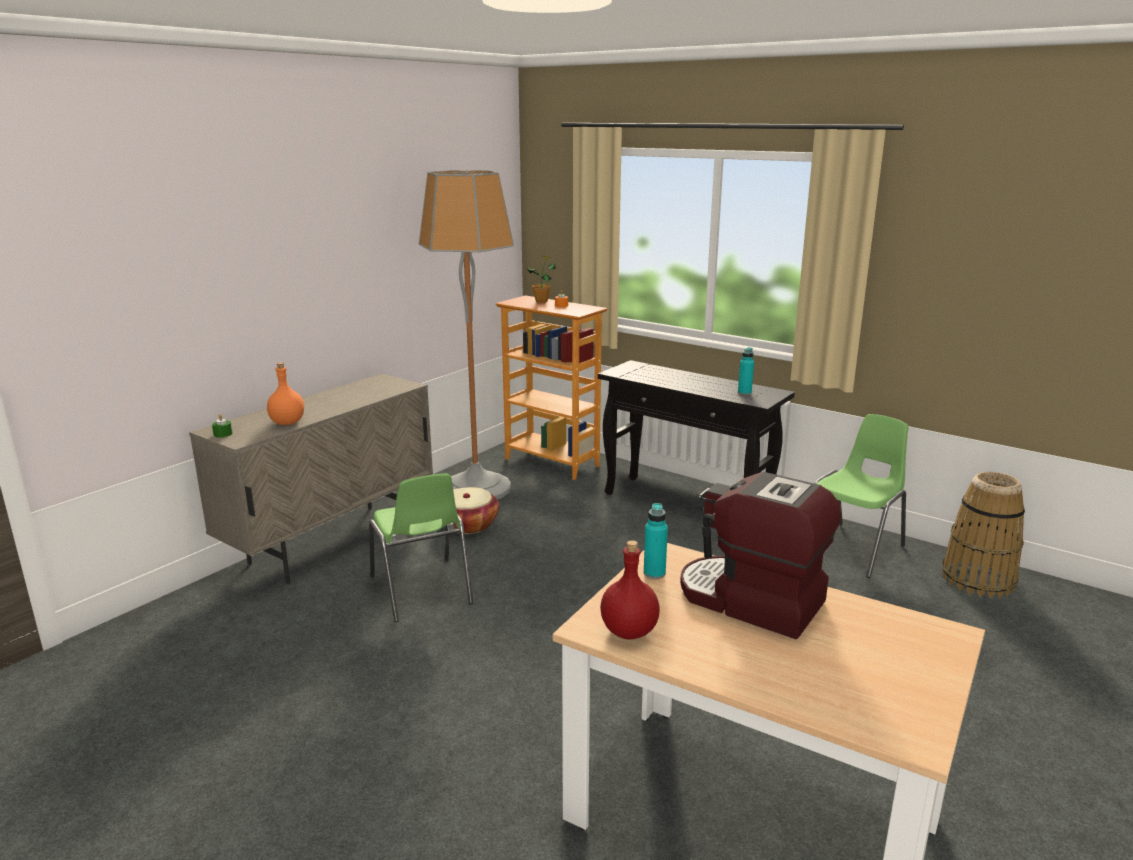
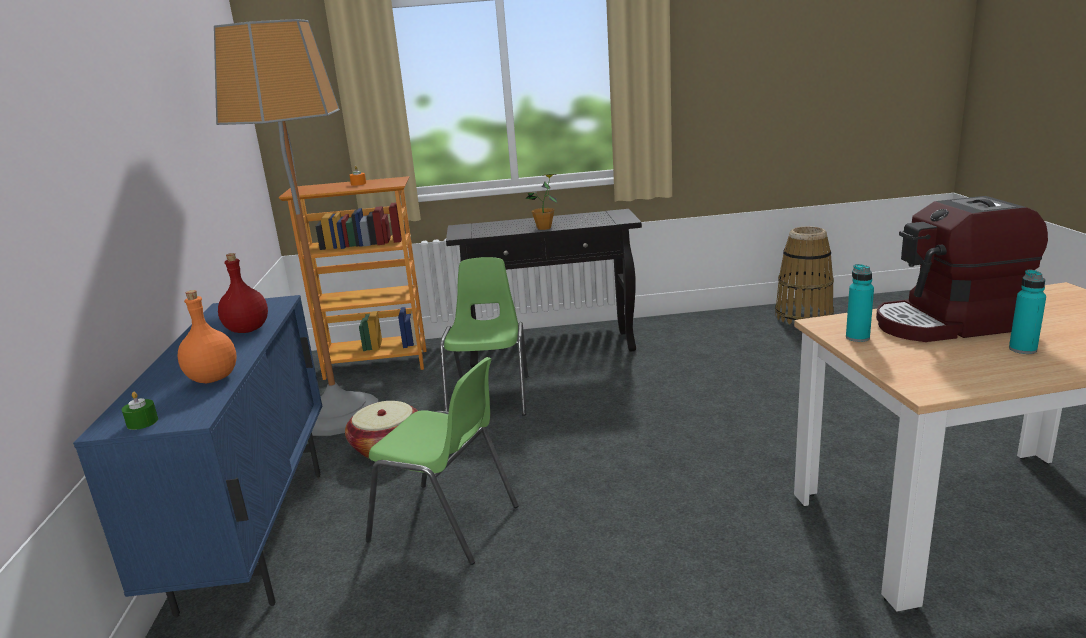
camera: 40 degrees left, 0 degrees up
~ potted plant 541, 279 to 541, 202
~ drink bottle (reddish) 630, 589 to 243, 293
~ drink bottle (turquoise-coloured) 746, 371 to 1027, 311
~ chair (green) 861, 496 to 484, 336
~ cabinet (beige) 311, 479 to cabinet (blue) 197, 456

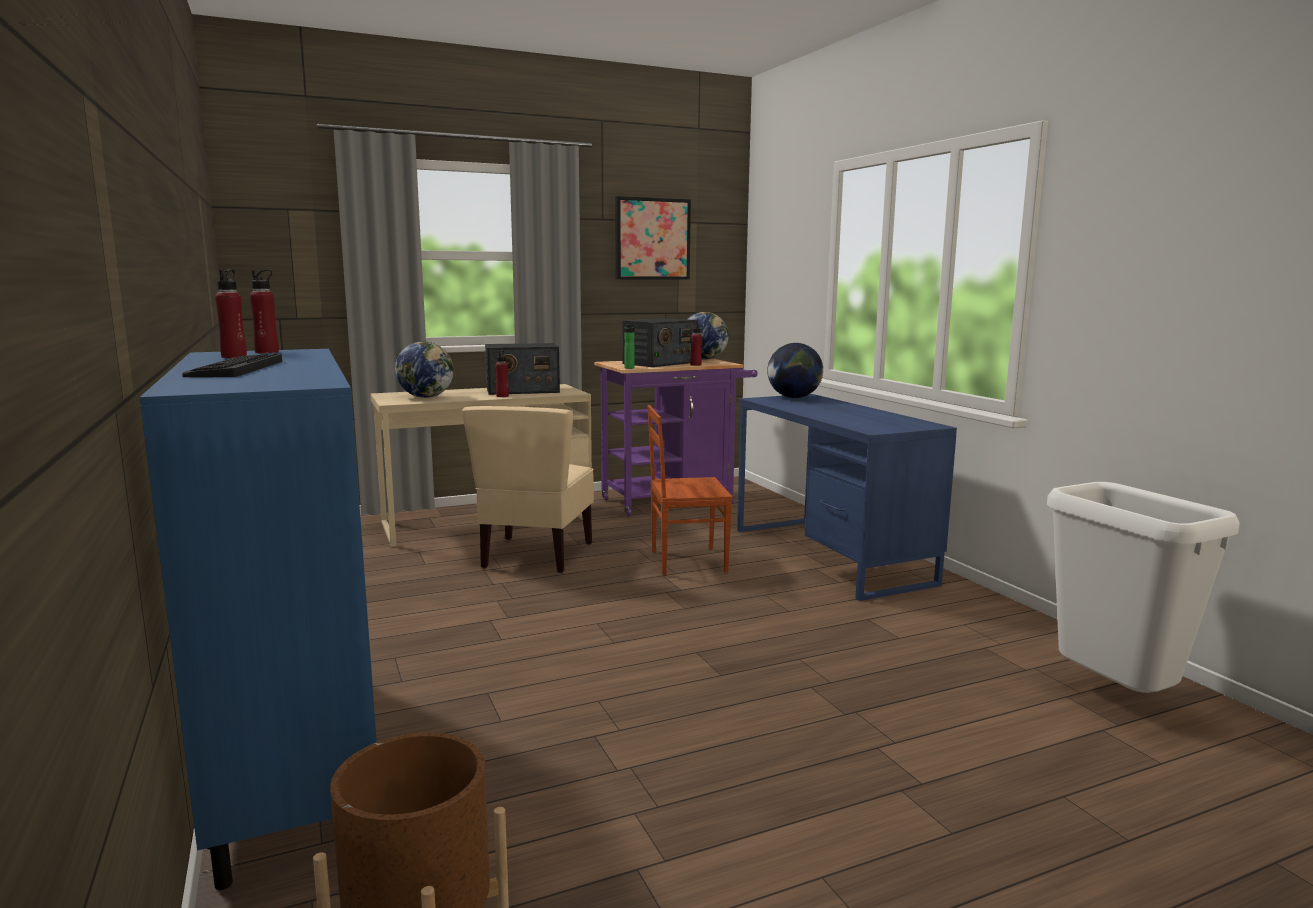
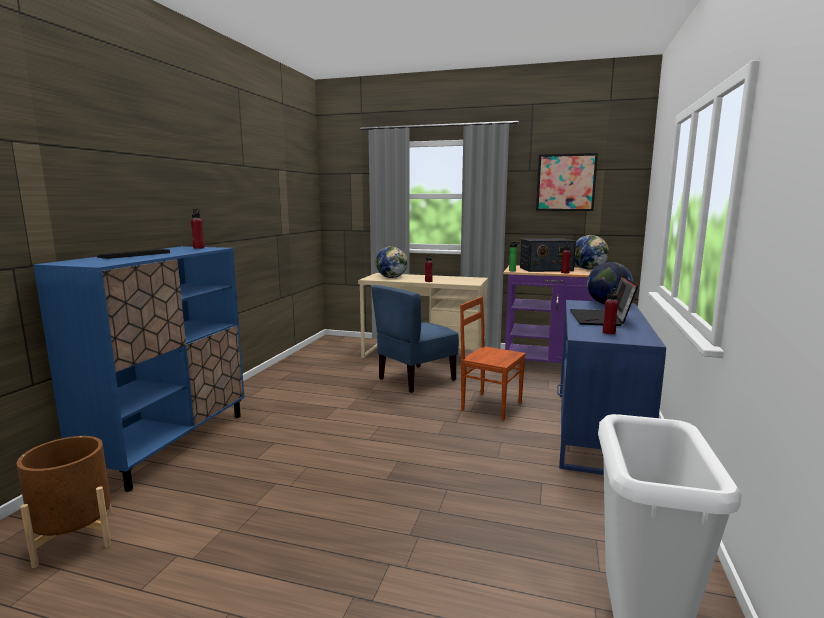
camera: 40 degrees right, 0 degrees up
- radio receiver 522, 369
+ portable computer 604, 300
~ drink bottle (reddish) 231, 313 to 610, 311
~ chair (beige) 528, 489 to chair (blue) 415, 339

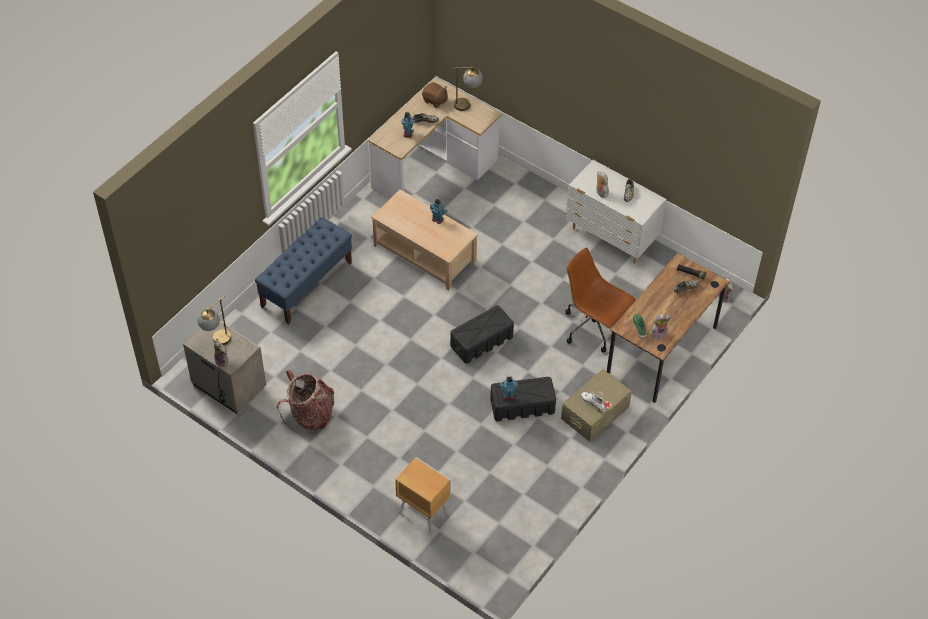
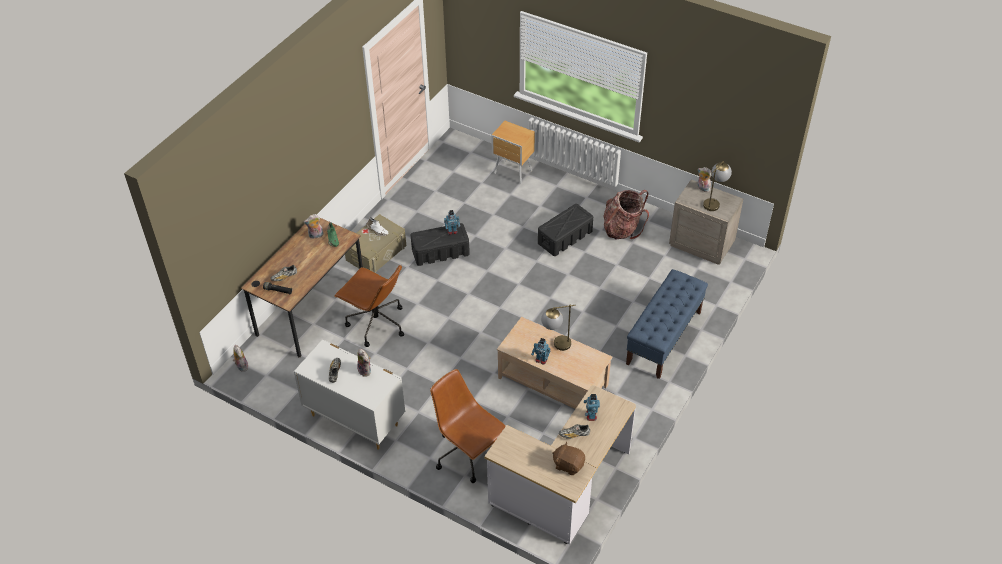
camera: 175 degrees right, 5 degrees down
+ computer chair (brown-coloured) 468, 426
~ storage box (black-coloured) 482, 334 to 565, 230
~ tabletop lamp 467, 89 to 558, 328

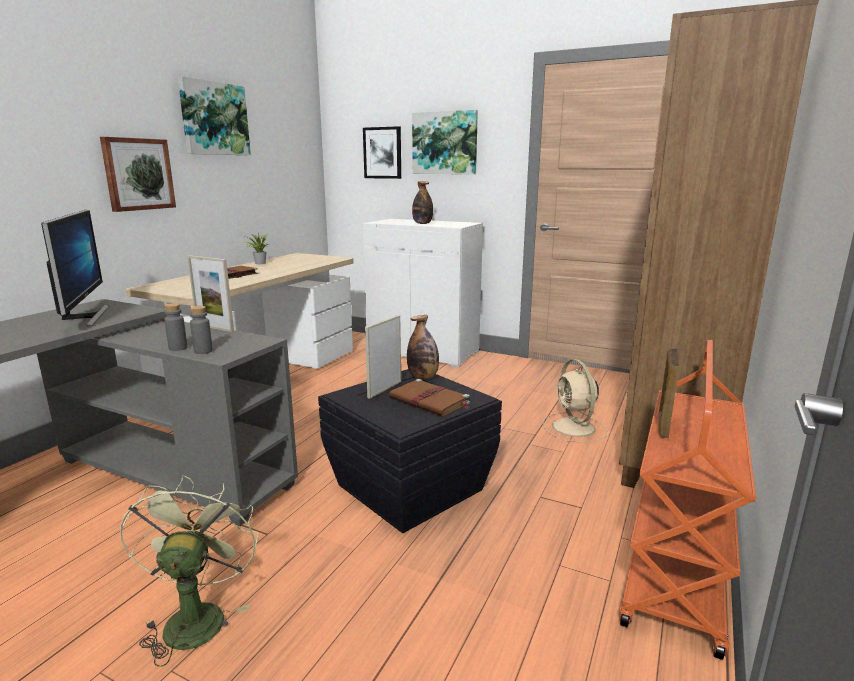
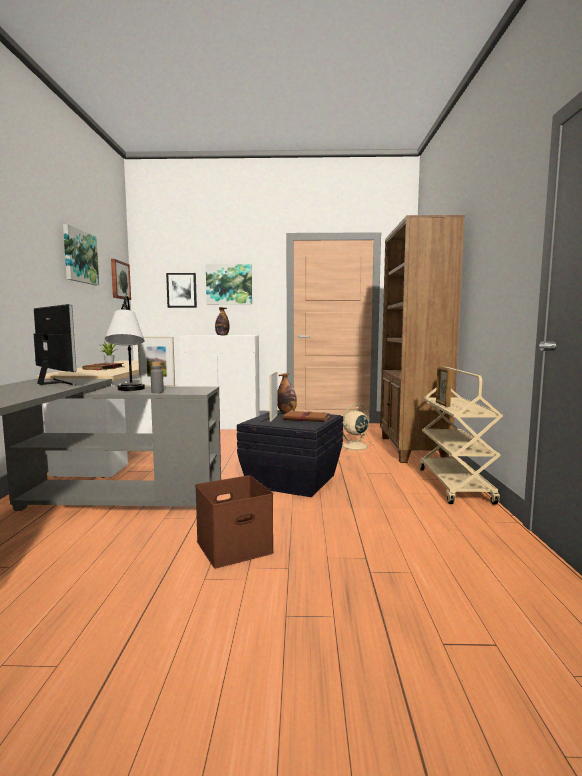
camera: 25 degrees left, 10 degrees down
- drink bottle (gray) 201, 330
+ tabletop lamp 125, 343
~ picture 138, 174 to 121, 279
~ cooling fan (green) 189, 571 to storage box (brown-coloured) 234, 521
~ cart (orangey) 687, 500 to cart (beige) 461, 436
~ cooling fan (beige) 575, 401 = 357, 428 90 degrees clockwise

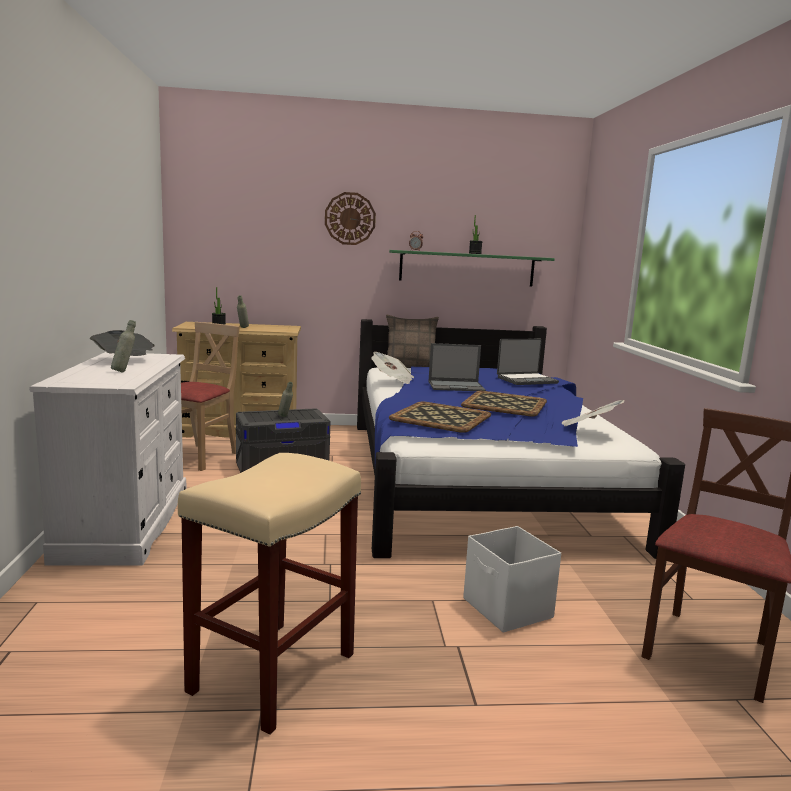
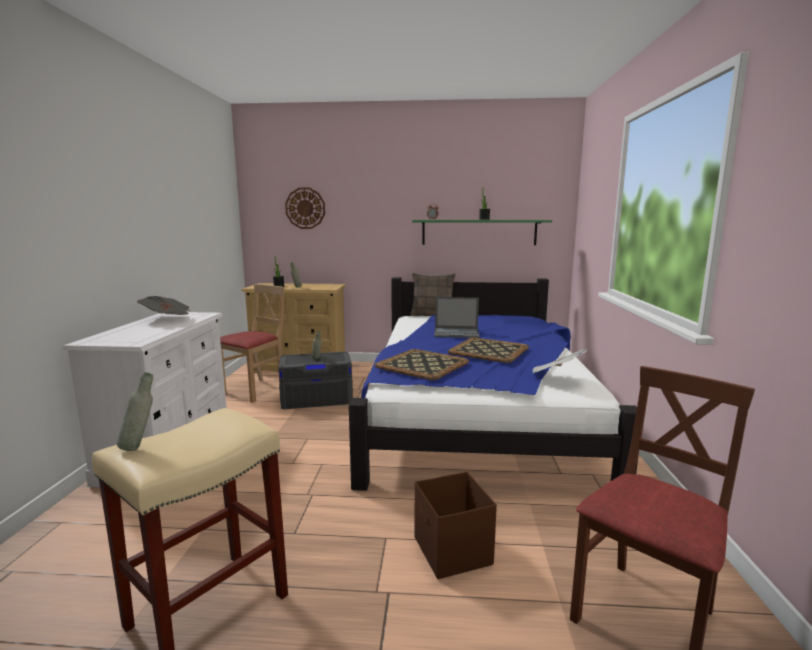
camera: 10 degrees right, 0 degrees up
- newspaper 392, 368
- portable computer 528, 362
~ drink bottle (gray) 123, 346 to 135, 411
~ wall clock 350, 218 to 305, 208
~ storage box (whitish) 512, 579 to storage box (brown-coloured) 455, 525

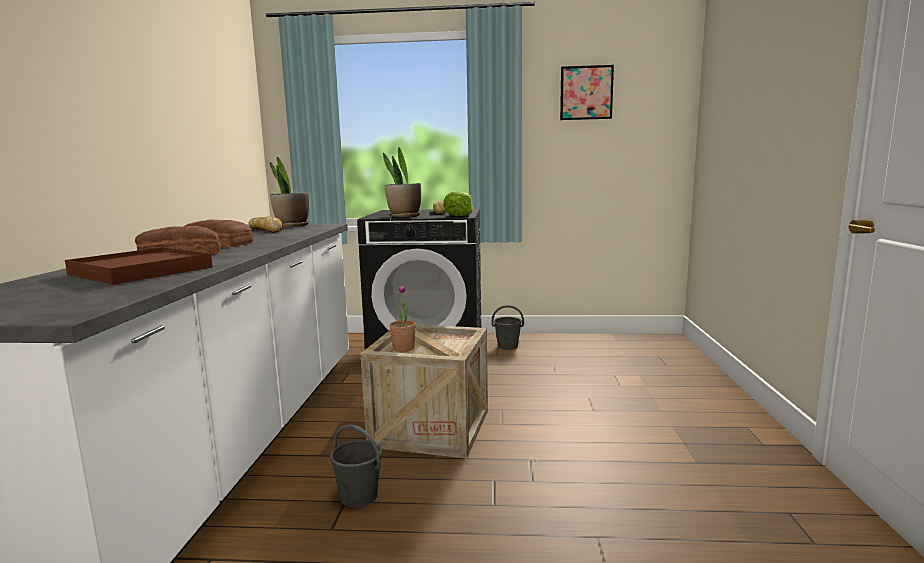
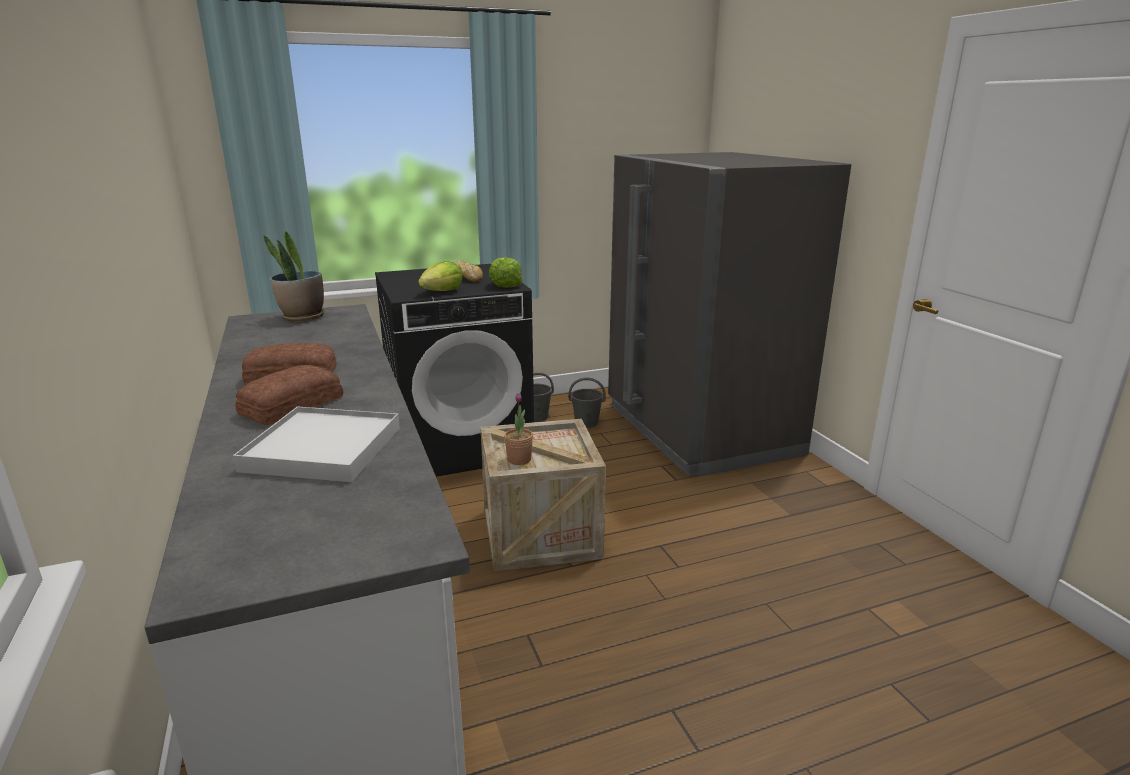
camera: 25 degrees left, 10 degrees up
- baked bread 265, 224
- picture 587, 92
+ kitchen fridge (gray) 729, 314
~ pail (gray) 356, 466 to 587, 403
~ potted plant 402, 182 to lettuce 440, 276
~ carrying tray (brown-coloured) 139, 266 to carrying tray (whitish) 316, 444

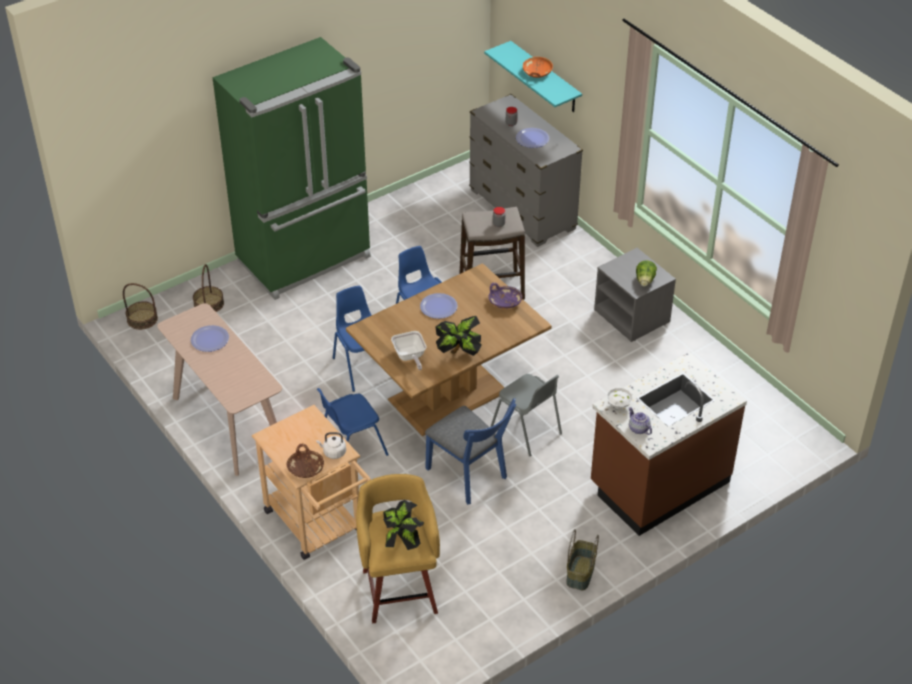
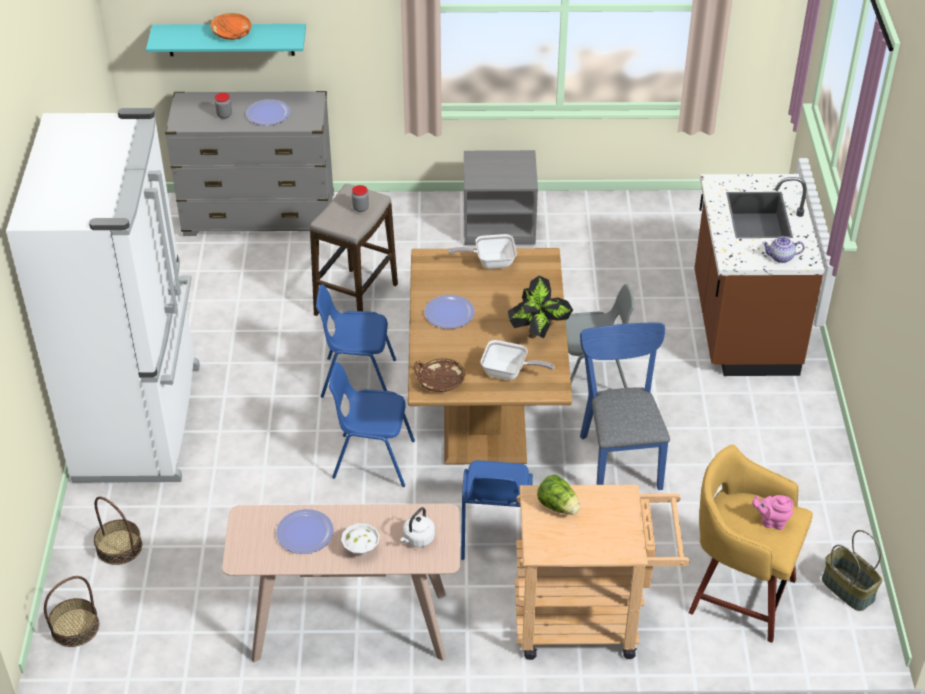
camera: 55 degrees left, 0 degrees up
~ deep dish (brown-coloured) 305, 461 to 440, 375
~ kettle (whitish) 331, 445 to 417, 527
~ household basket 582, 559 to 852, 570
~ deep dish (whitish) 619, 398 to 360, 539
~ lettuce 646, 273 to 558, 495
~ potted plant 403, 525 to teapot (pink-coloured) 773, 512
~ deep dish (purple-coloured) 505, 295 to skillet 482, 251
~ kitchen fridge (green) 291, 168 to kitchen fridge (whitish) 103, 295
~ chair (blue) 470, 451 = 625, 406 90 degrees counterclockwise

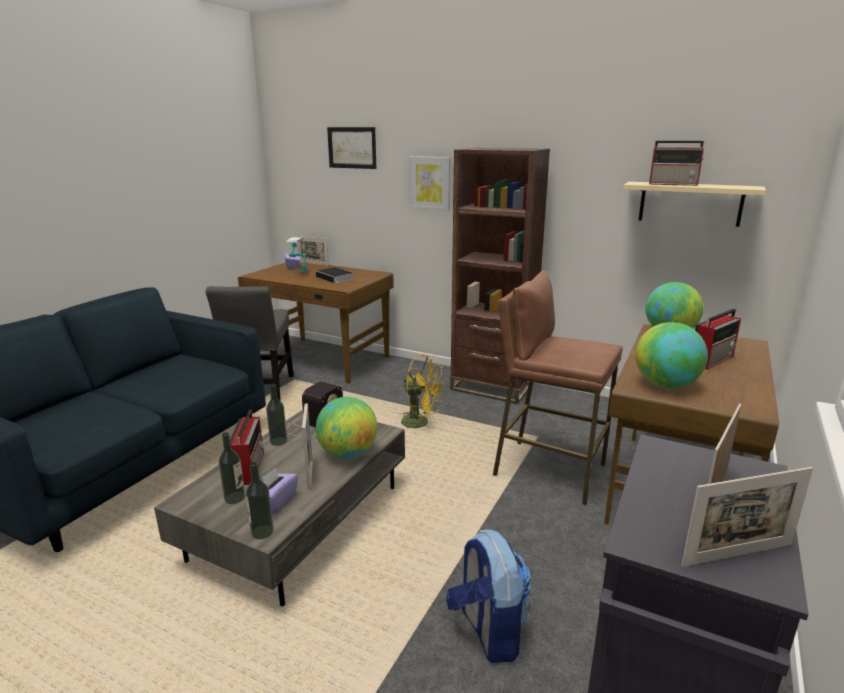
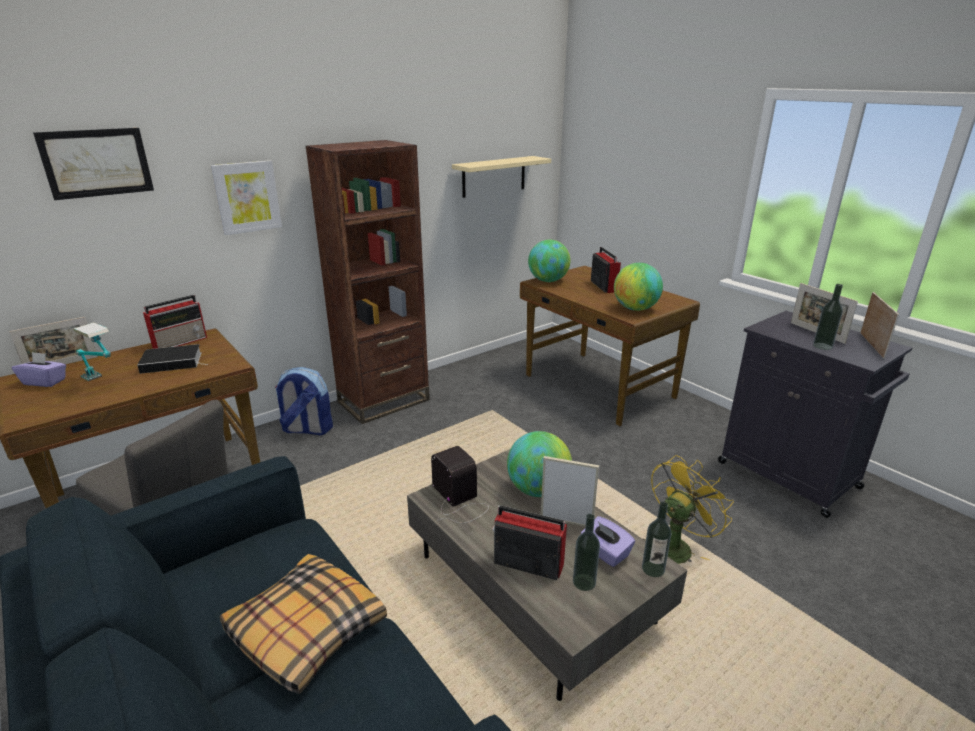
camera: 65 degrees left, 5 degrees up
- stool seat (brown-coloured) 558, 387
+ cushion 303, 624
~ drink bottle 276, 415 to 828, 317
~ cooling fan (yellowish) 421, 394 to 689, 509
~ rucksack 489, 596 to 304, 401
~ radio receiver 676, 163 to 175, 322

